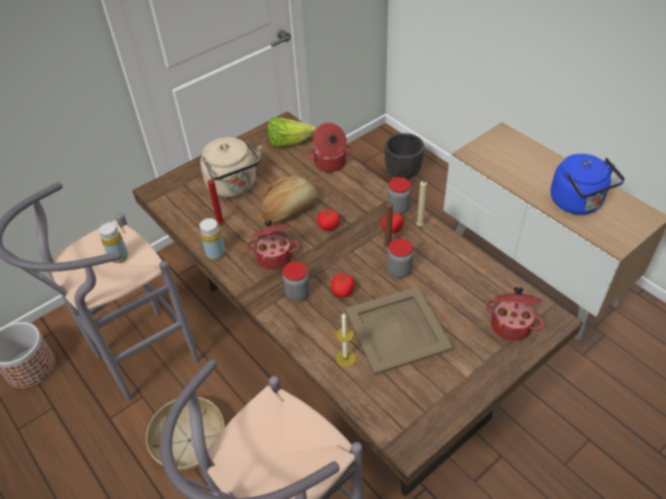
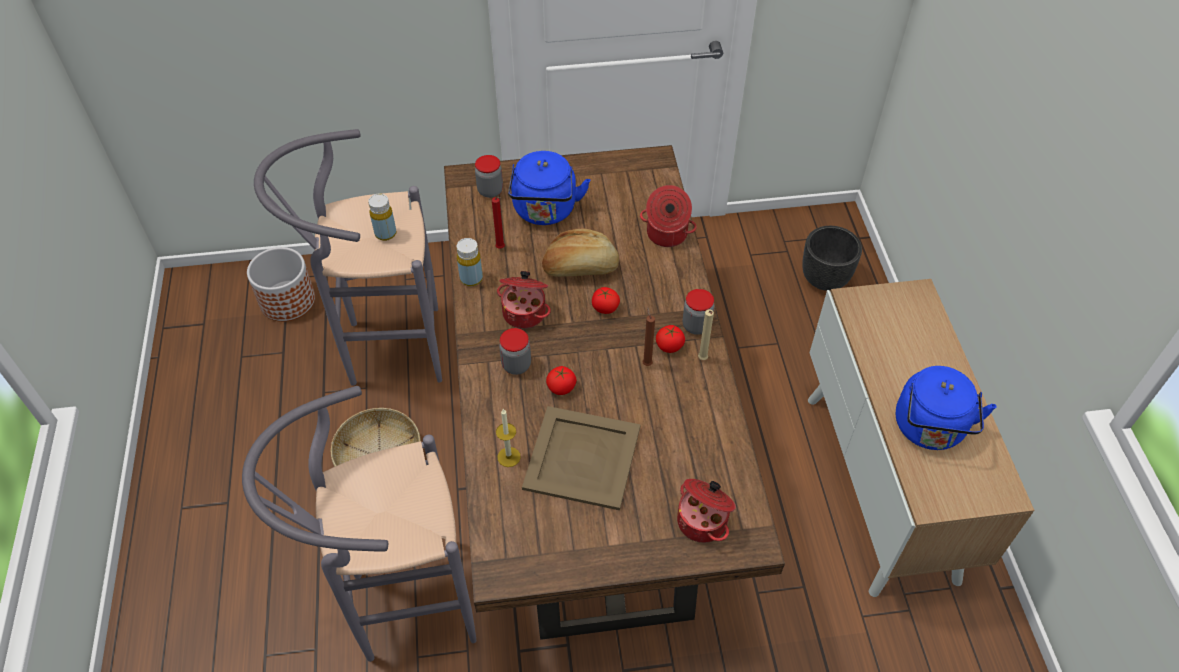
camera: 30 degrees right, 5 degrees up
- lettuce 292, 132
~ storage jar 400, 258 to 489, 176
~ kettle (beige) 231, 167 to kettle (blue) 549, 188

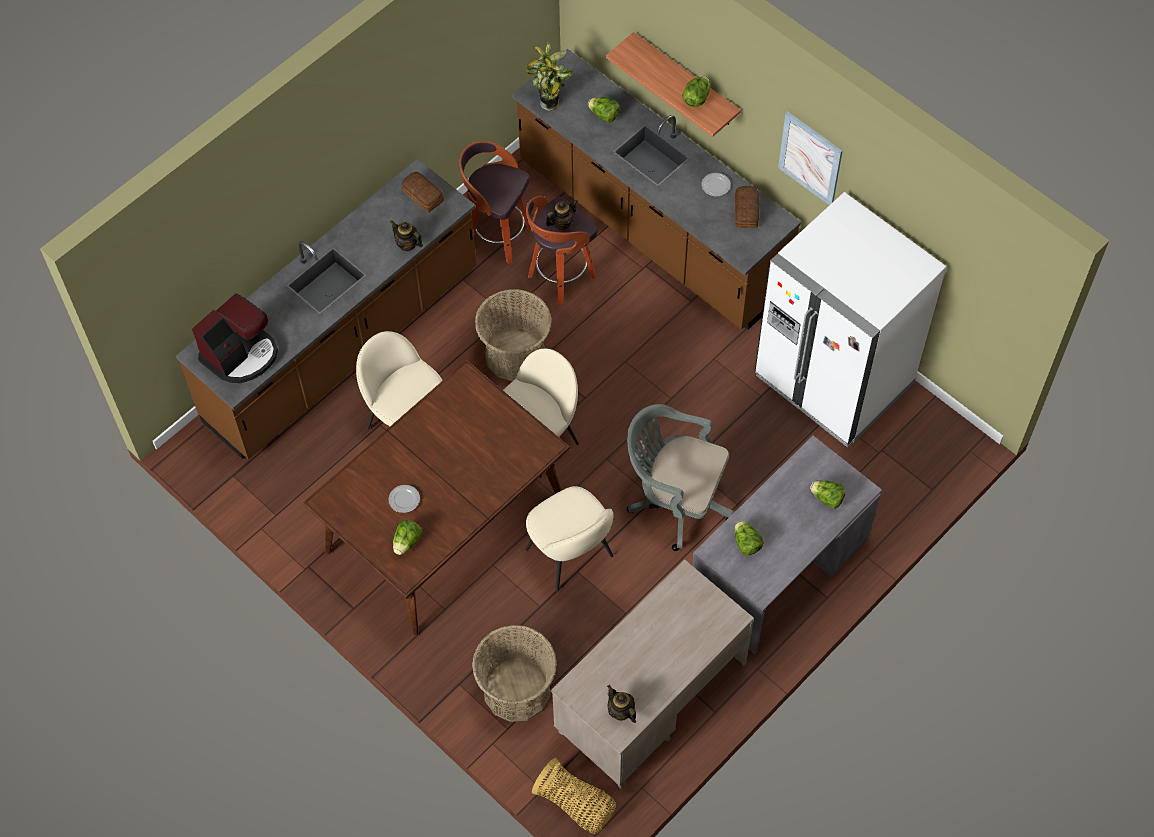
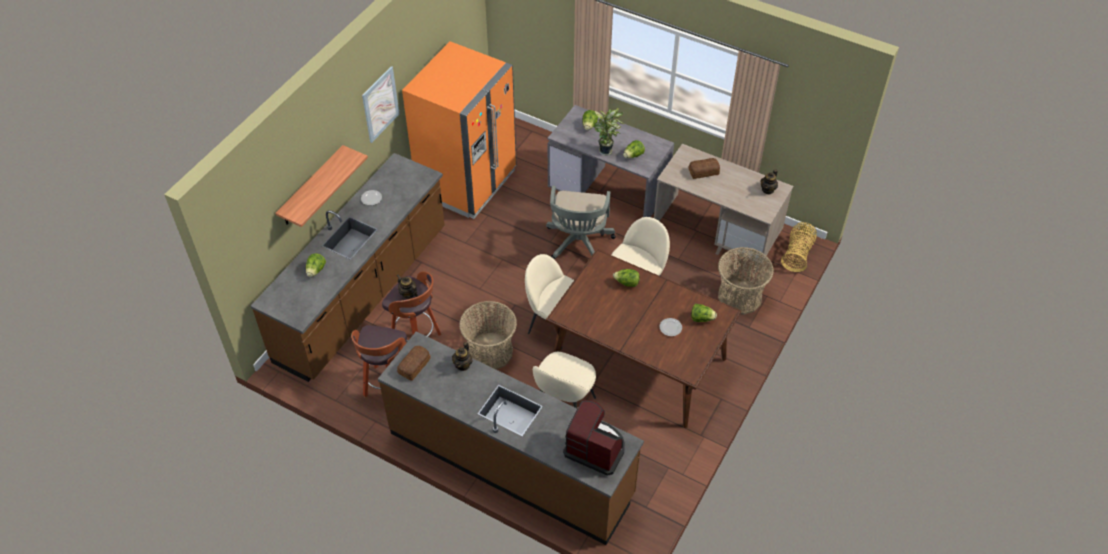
camera: 105 degrees left, 10 degrees down
~ potted plant 549, 76 to 609, 131
~ lettuce 696, 91 to 626, 278
~ baked bread 747, 207 to 704, 168
~ kitchen fridge (whitish) 850, 319 to kitchen fridge (orangey) 459, 130

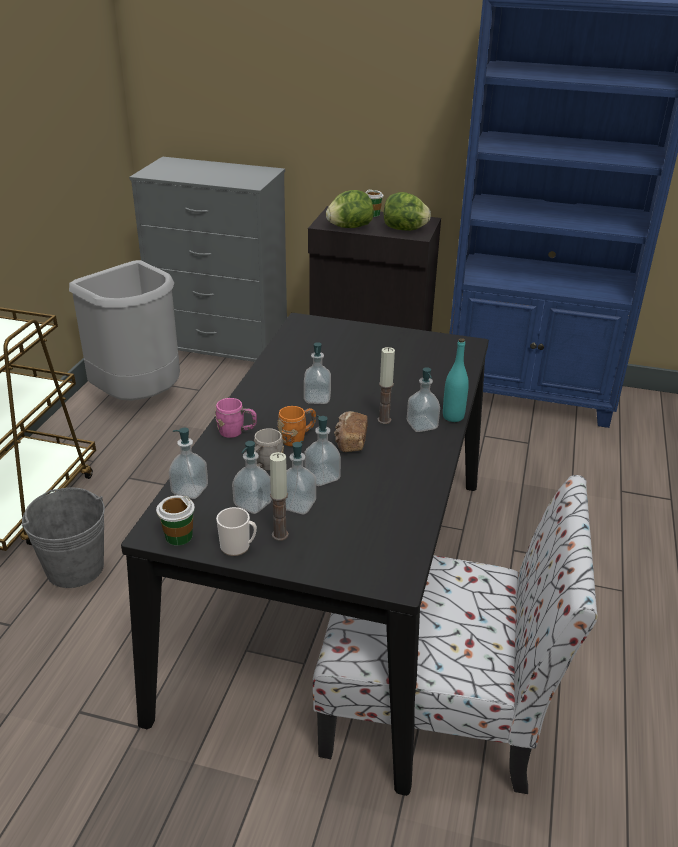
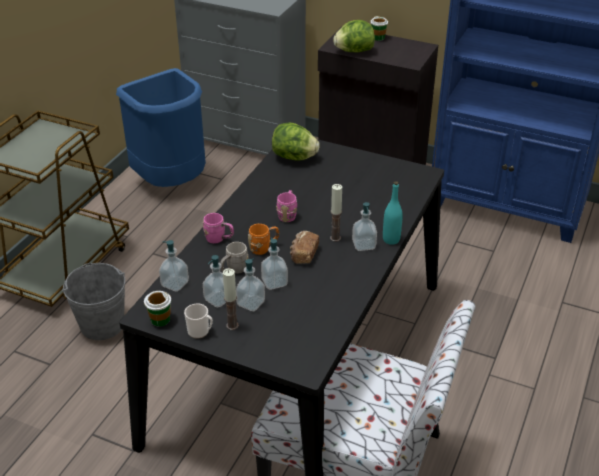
camera: 10 degrees right, 5 degrees up
~ lettuce 407, 211 to 296, 141
~ soap bottle 317, 373 to tea mug (pink-coloured) 286, 206
~ waste bin (gray) 124, 330 to waste bin (blue) 161, 127

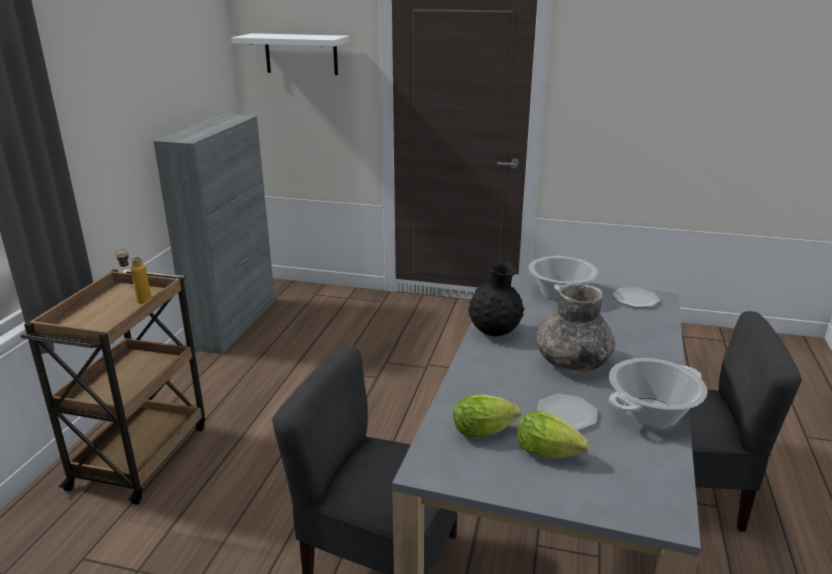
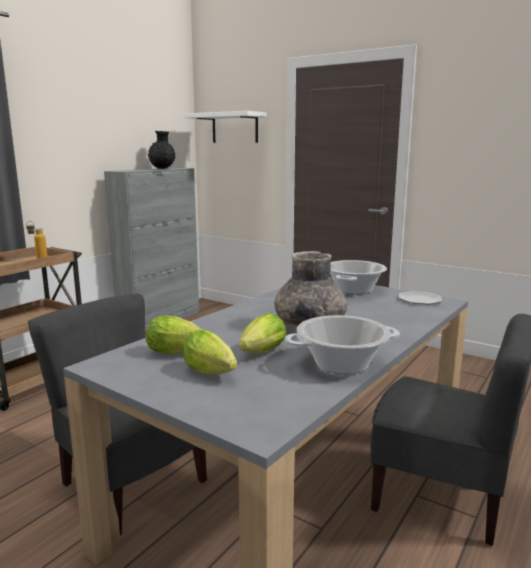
camera: 20 degrees right, 10 degrees down
~ flower vase (black-coloured) 496, 298 to 161, 150
~ dinner plate 567, 412 to lettuce 262, 333

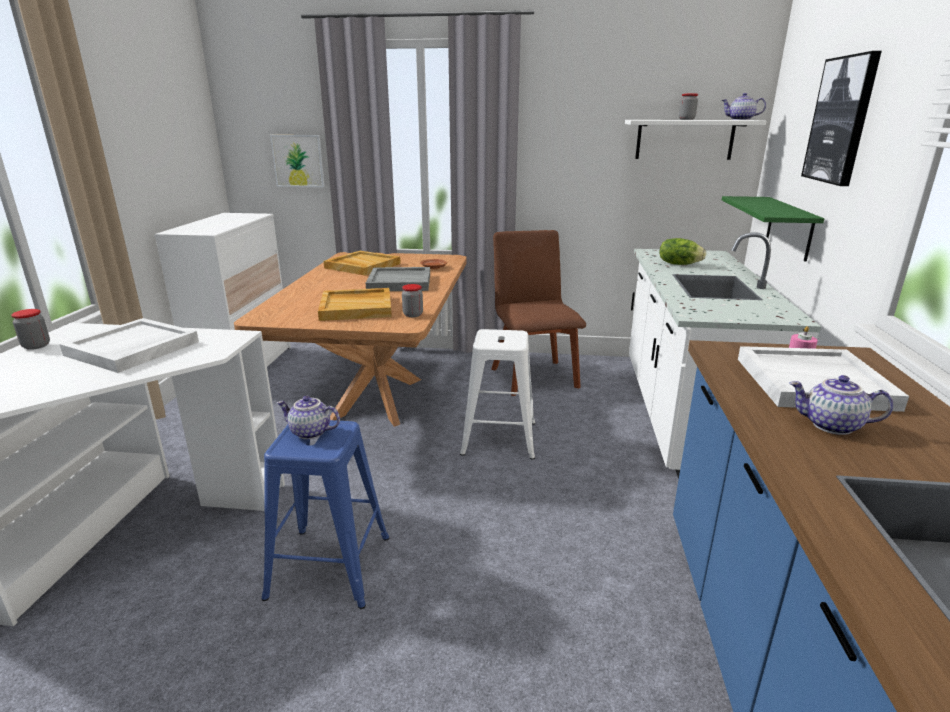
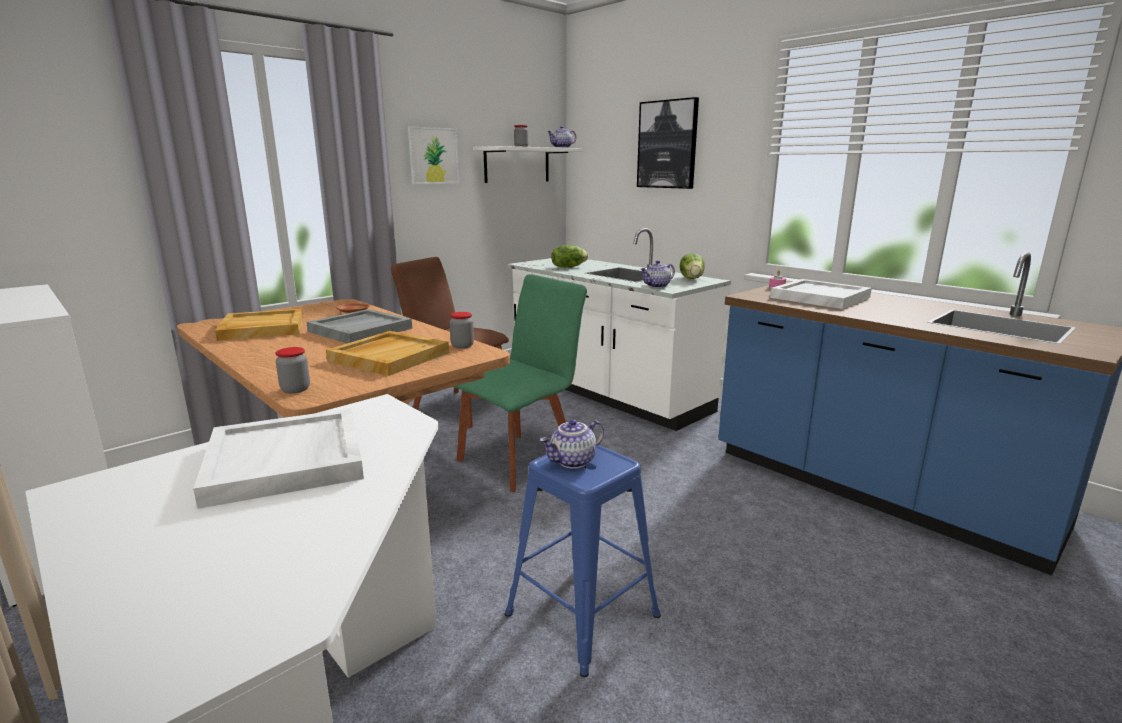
camera: 50 degrees left, 5 degrees down
- bracket shelf (green) 773, 229
+ lettuce 692, 266
~ storage jar 30, 329 to 292, 370
~ picture 297, 161 to 433, 155
~ teapot 841, 405 to 657, 274
~ stool seat (whitish) 497, 394 to chair (green) 520, 383

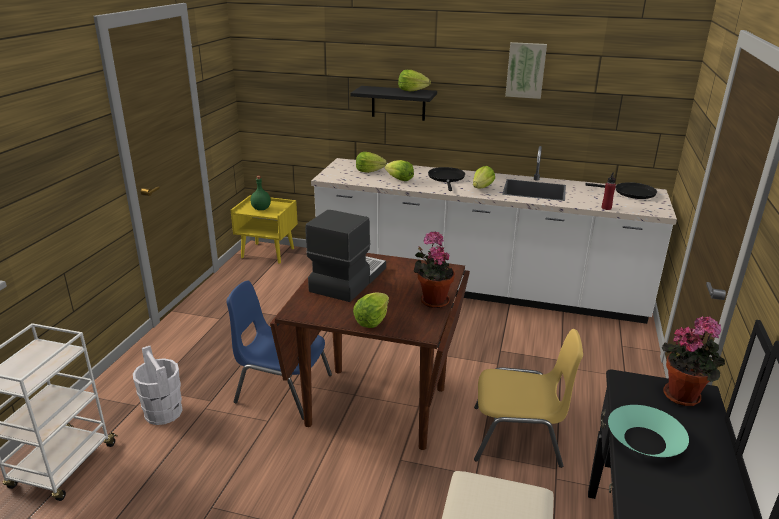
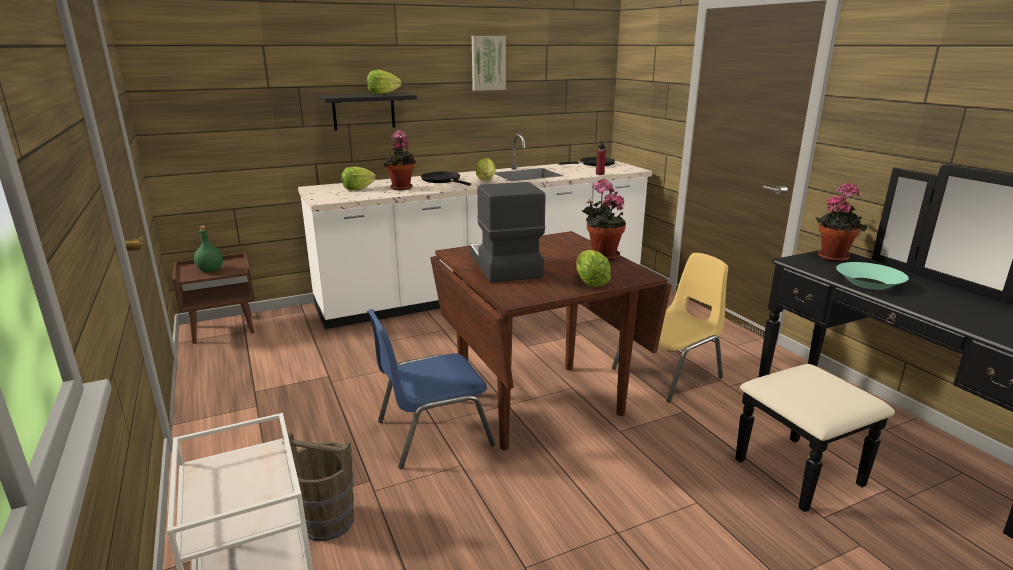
camera: 40 degrees left, 5 degrees down
~ lettuce 399, 170 to potted plant 400, 160
~ pail (whitish) 158, 385 to pail (brown-coloured) 318, 486
~ night table (yellowish) 264, 229 to night table (brown-coloured) 213, 298

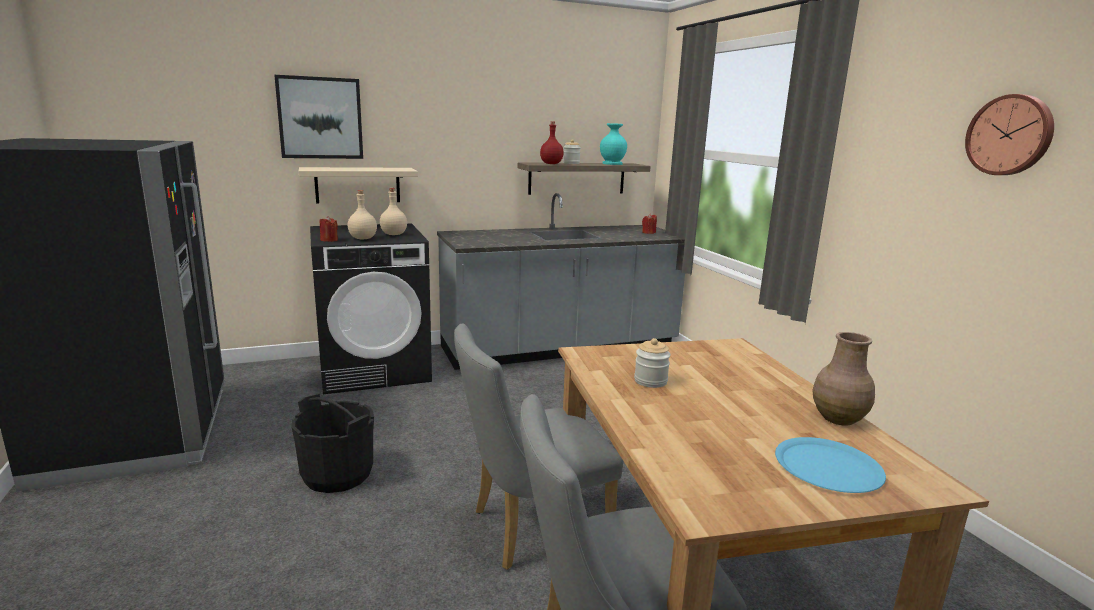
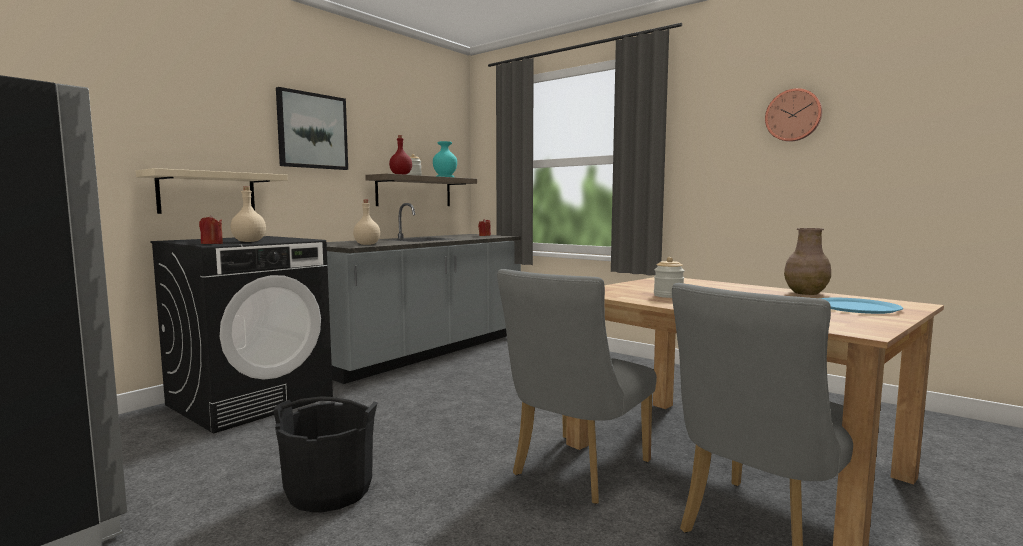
camera: 30 degrees left, 10 degrees down
~ picture 318, 117 to 312, 128
~ drink bottle (beige) 393, 211 to 366, 222

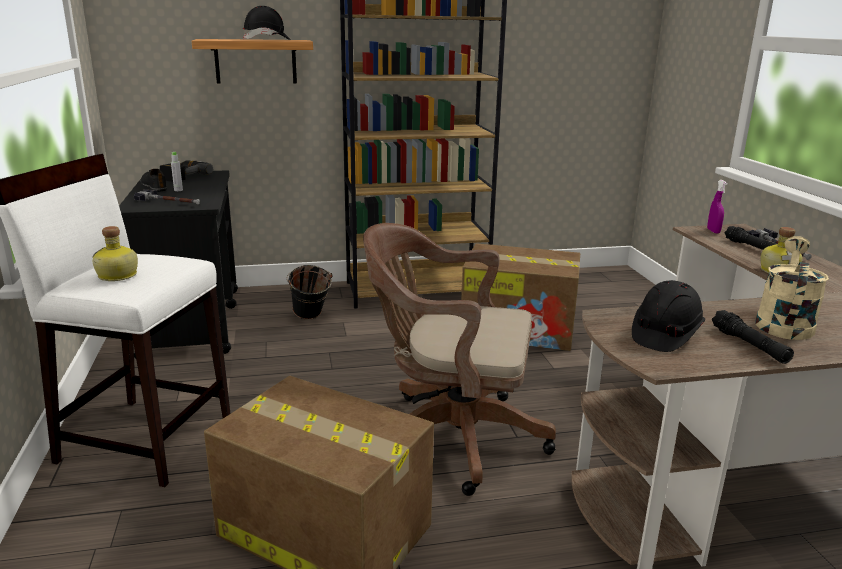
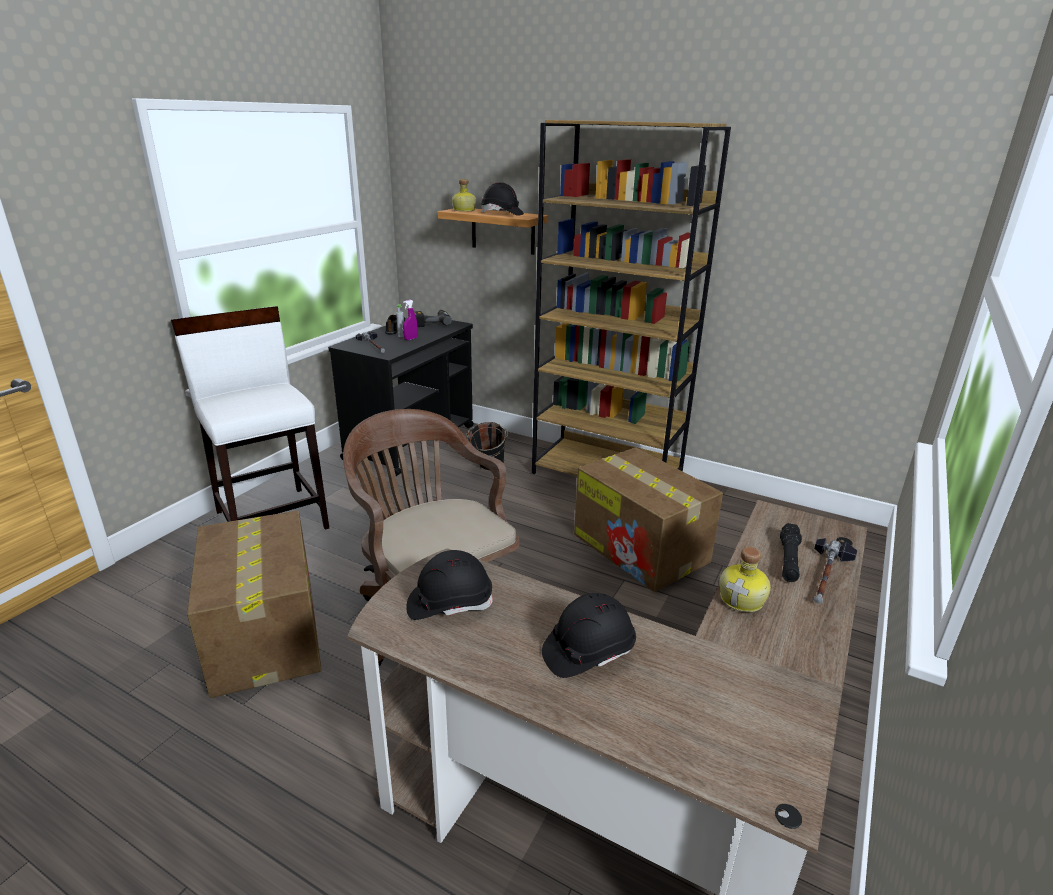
camera: 40 degrees right, 5 degrees up
- hand torch (black-coloured) 753, 337
~ drink bottle 115, 253 to 464, 195
~ spray bottle (purple-coloured) 717, 206 to 410, 320
~ sprinkling can (beige) 792, 288 to safety helmet (black-coloured) 589, 635

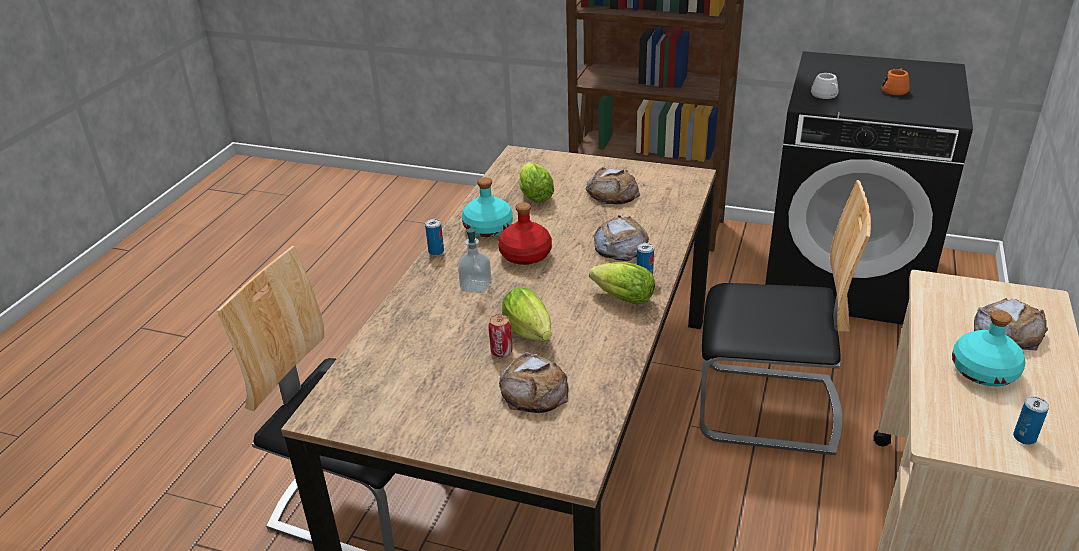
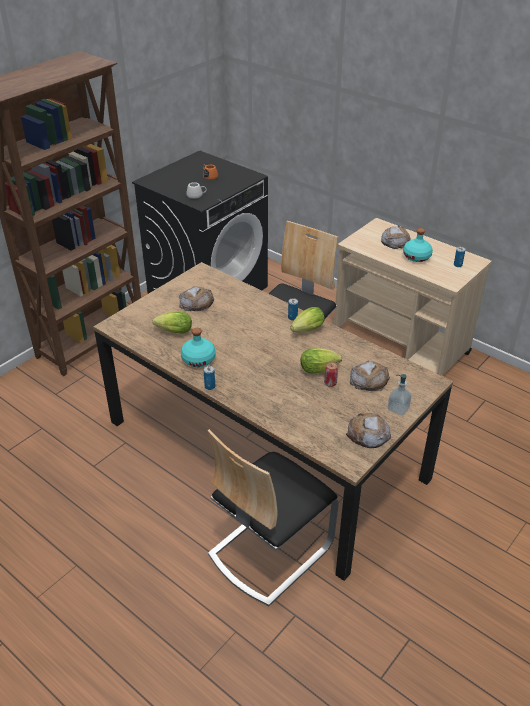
camera: 70 degrees left, 5 degrees up
- drink bottle (reddish) 525, 233
~ soap bottle 474, 260 to 400, 394
~ baked bread 621, 238 to 368, 430

